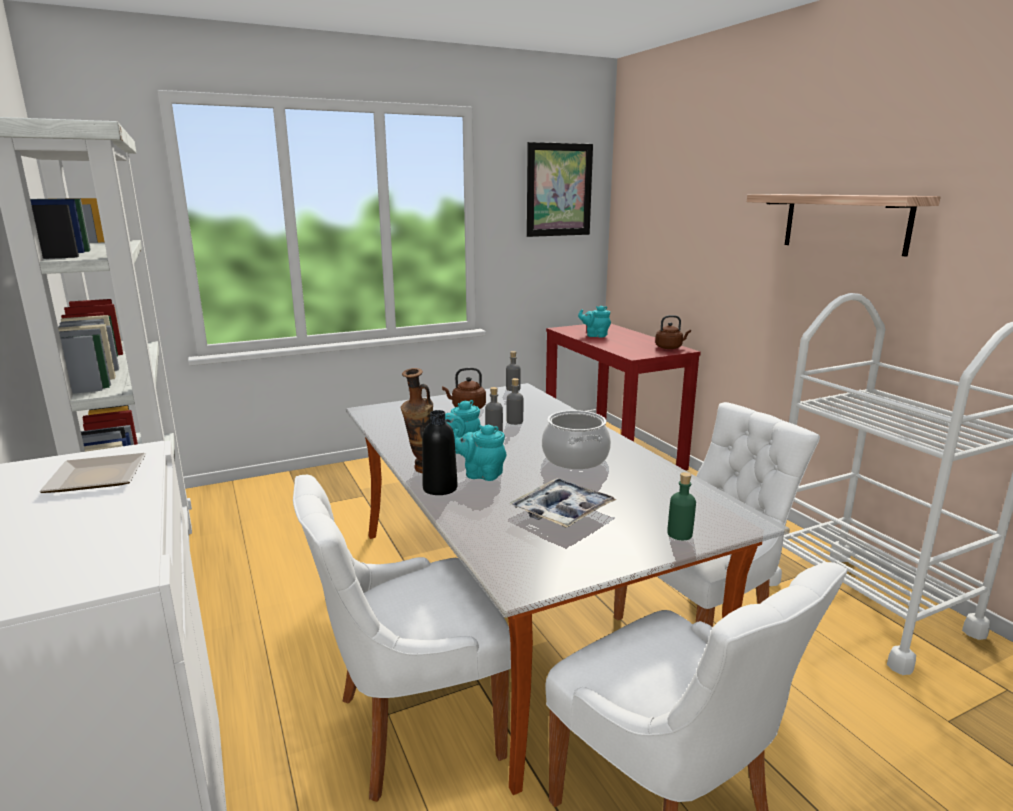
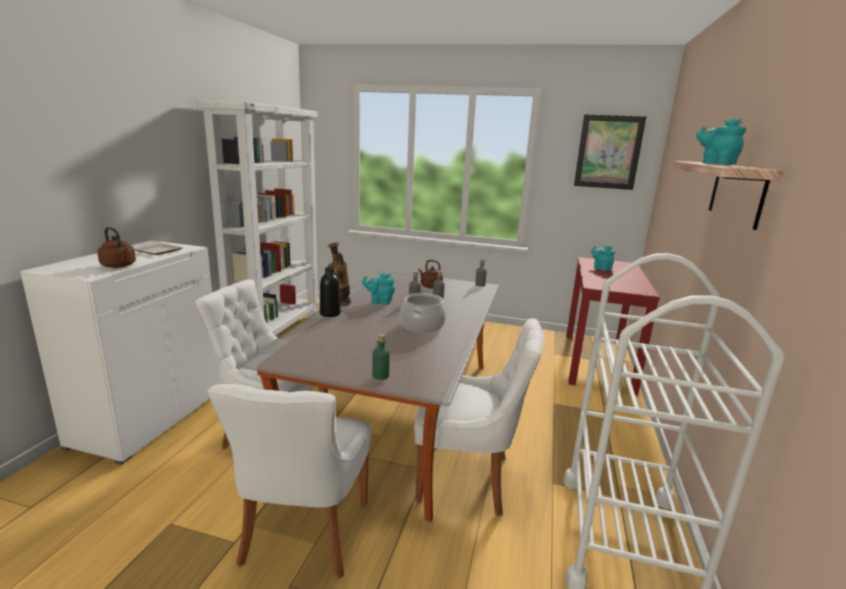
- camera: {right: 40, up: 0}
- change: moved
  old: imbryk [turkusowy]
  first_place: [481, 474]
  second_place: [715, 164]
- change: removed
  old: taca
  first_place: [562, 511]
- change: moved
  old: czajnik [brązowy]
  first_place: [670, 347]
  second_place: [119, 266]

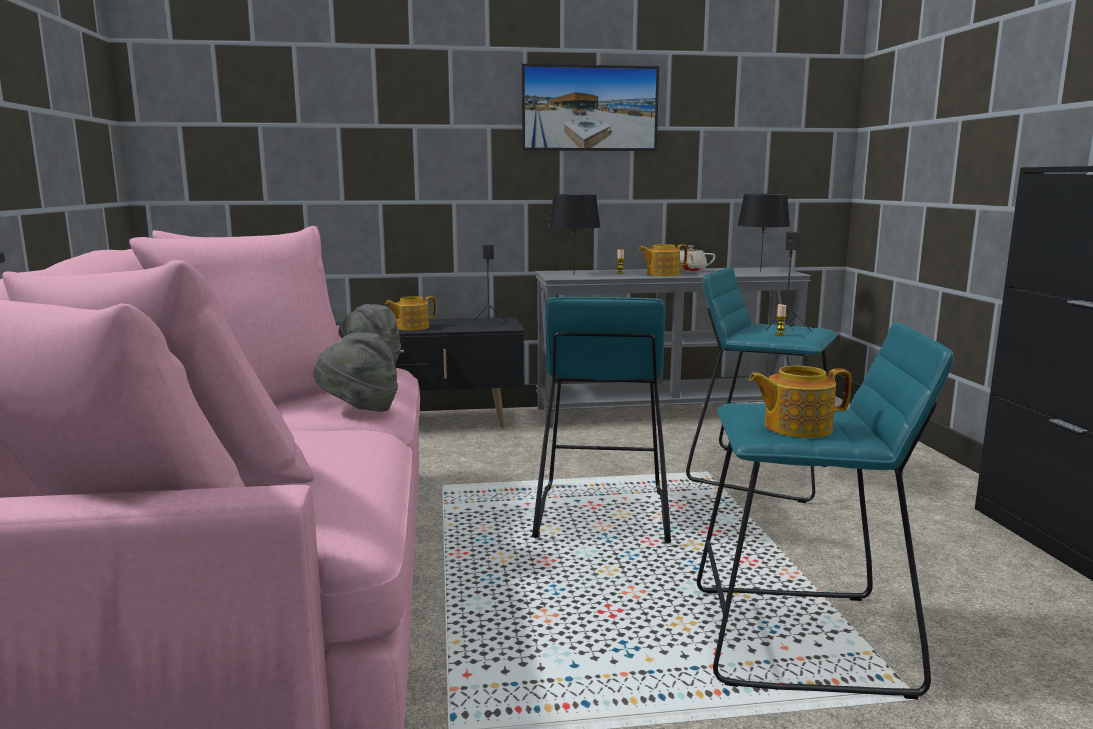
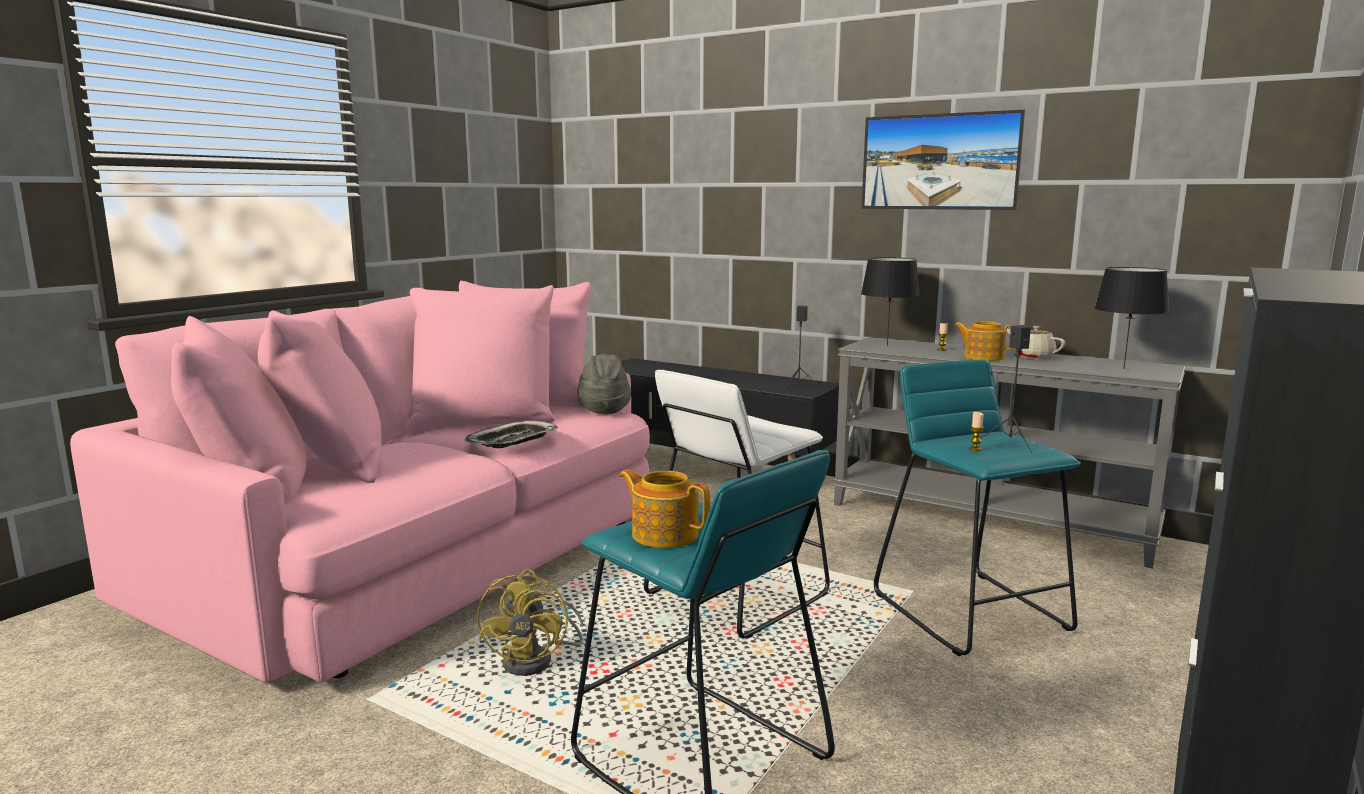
- camera: {right: 40, up: 0}
- change: replaced
  old: kapelusz [szary]
  new: taca
  first_place: [359, 409]
  second_place: [512, 441]
- change: removed
  old: imbryk
  first_place: [411, 327]
- change: recoloured
  old: stołek [turkusowy]
  new: stołek [biały]
  first_place: [600, 514]
  second_place: [736, 594]
- change: added
  new: wentylator [żółty]
  second_place: [537, 660]

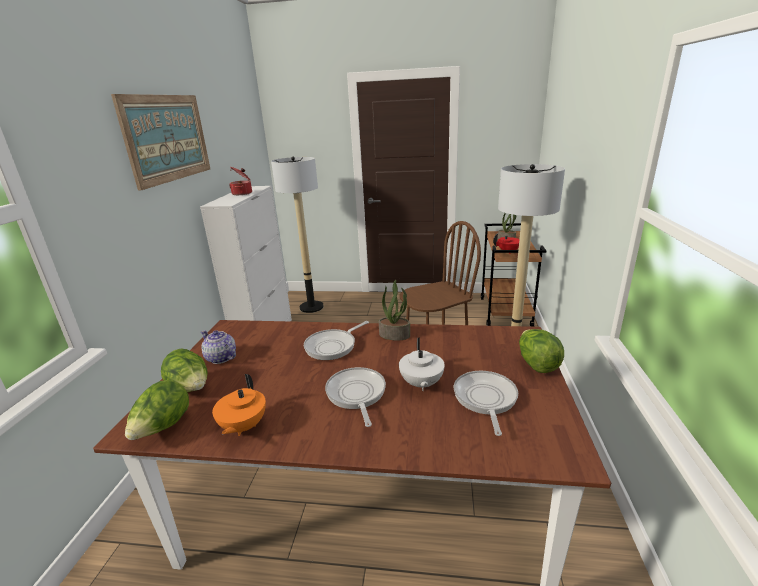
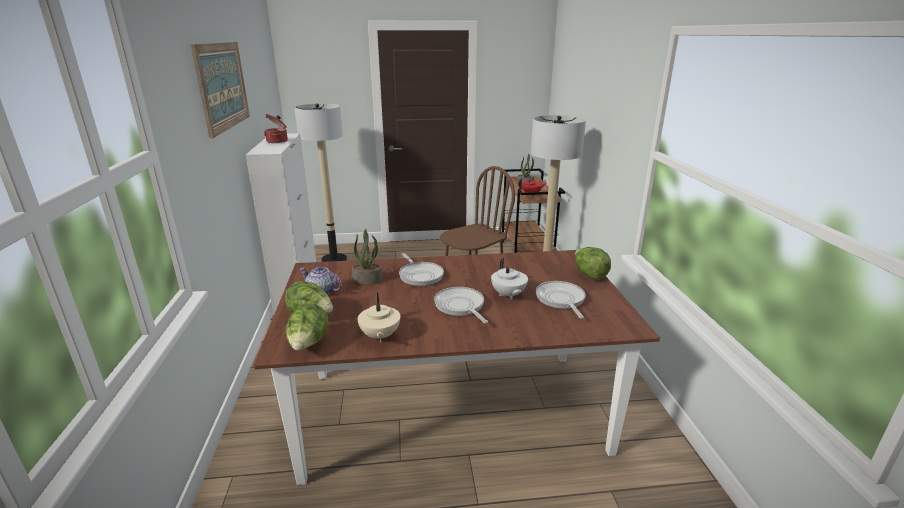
- camera: {right: -15, up: 0}
- change: recoloured
  old: imbryk [pomarańczowy]
  new: imbryk [beżowy]
  first_place: [243, 427]
  second_place: [379, 336]
- change: turned
  old: patelnia
  first_place: [333, 346]
  second_place: [420, 275]
  degrees: -60
- change: moved
  old: roślina doniczkowa
  first_place: [395, 335]
  second_place: [368, 280]

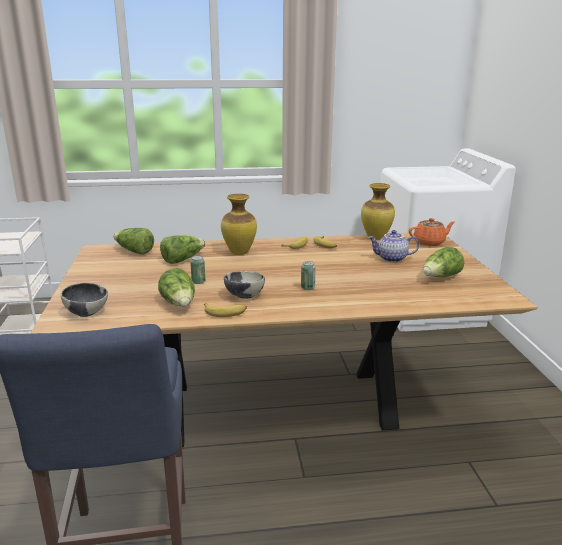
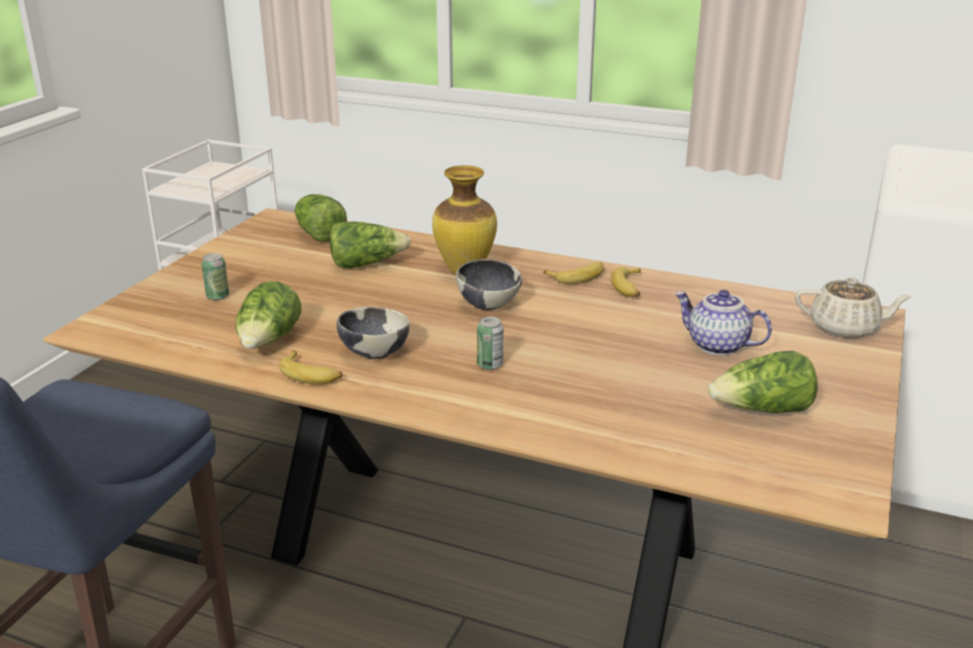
- camera: {right: 30, up: 5}
- change: moved
  old: miska
  first_place: [87, 312]
  second_place: [488, 305]
- change: moved
  old: puszka
  first_place: [198, 282]
  second_place: [218, 296]
- change: removed
  old: wazon
  first_place: [375, 238]
- change: recoloured
  old: imbryk [pomarańczowy]
  new: imbryk [beżowy]
  first_place: [430, 242]
  second_place: [845, 328]

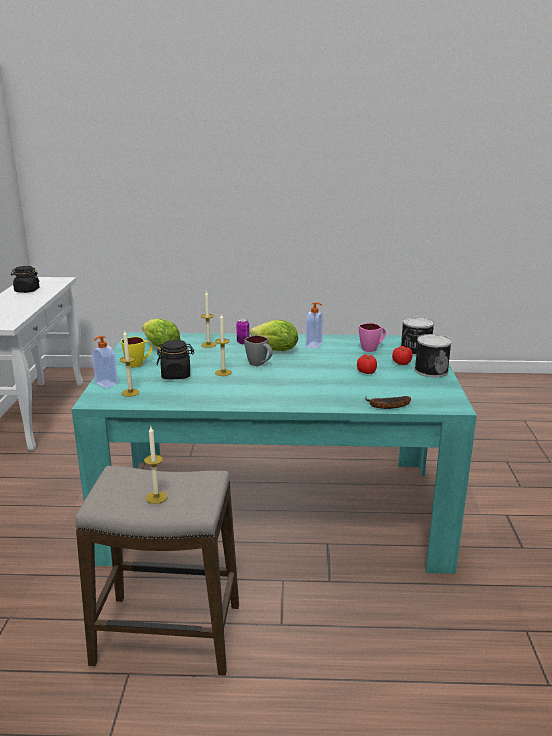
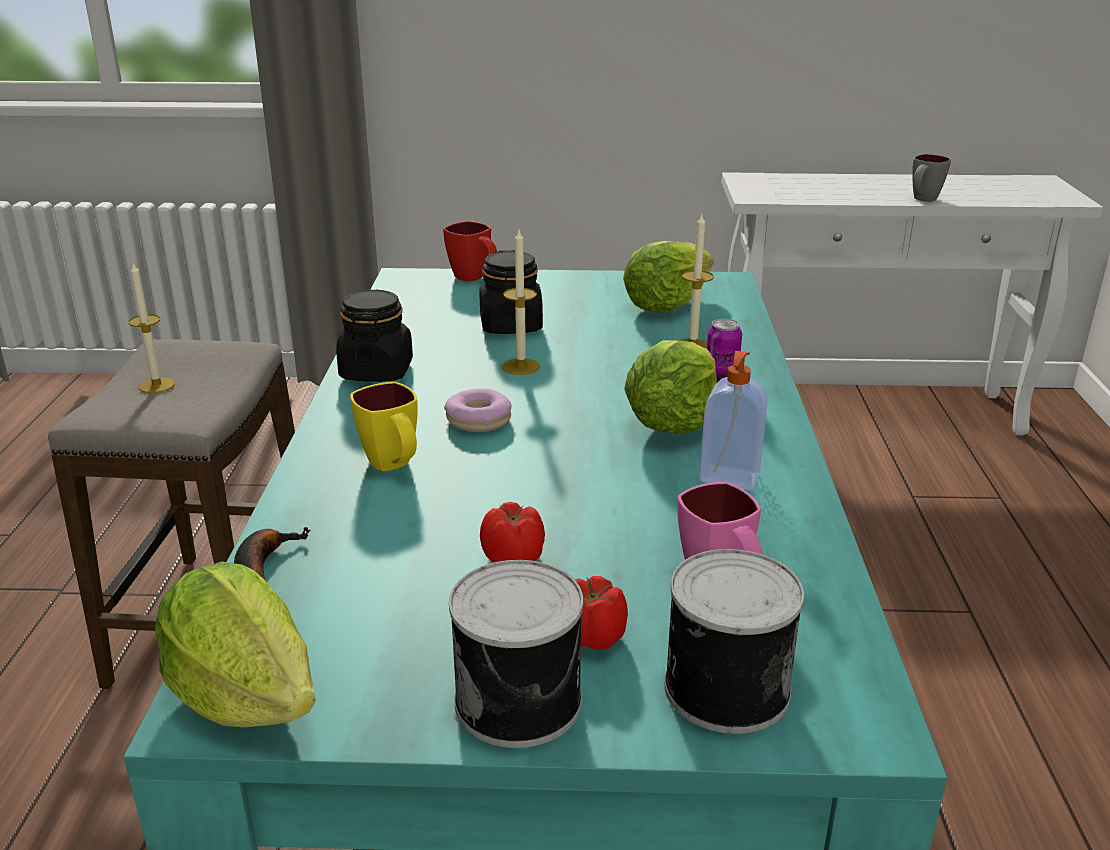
- camera: {right: 90, up: 5}
- change: moved
  old: słoik [czarny]
  first_place: [27, 290]
  second_place: [376, 371]
- change: replaced
  old: dozownik mydła
  new: kubek [czerwony]
  first_place: [106, 384]
  second_place: [474, 278]
- change: removed
  old: świeca
  first_place: [130, 392]
- change: moved
  old: kubek [żółty]
  first_place: [139, 364]
  second_place: [394, 466]
- change: moved
  old: kubek [szary]
  first_place: [259, 364]
  second_place: [922, 200]
- change: added
  new: sałata
  second_place: [245, 694]
- change: added
  new: donut
  second_place: [478, 420]

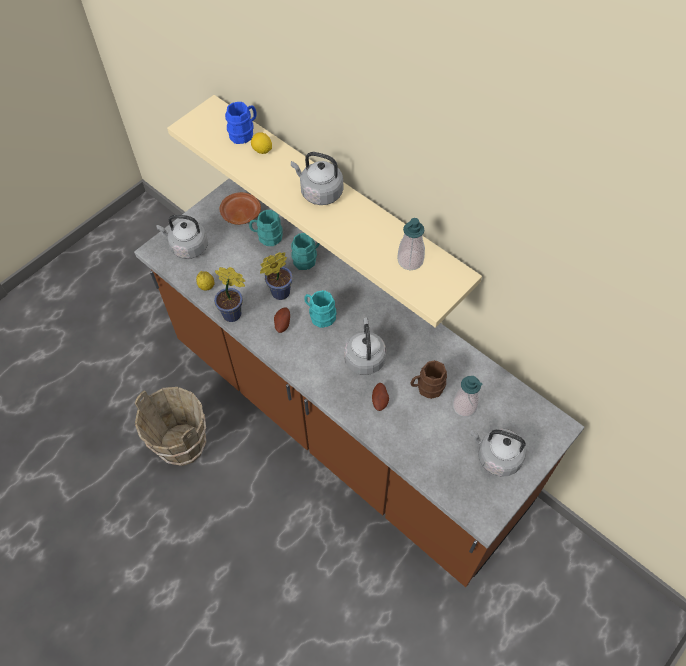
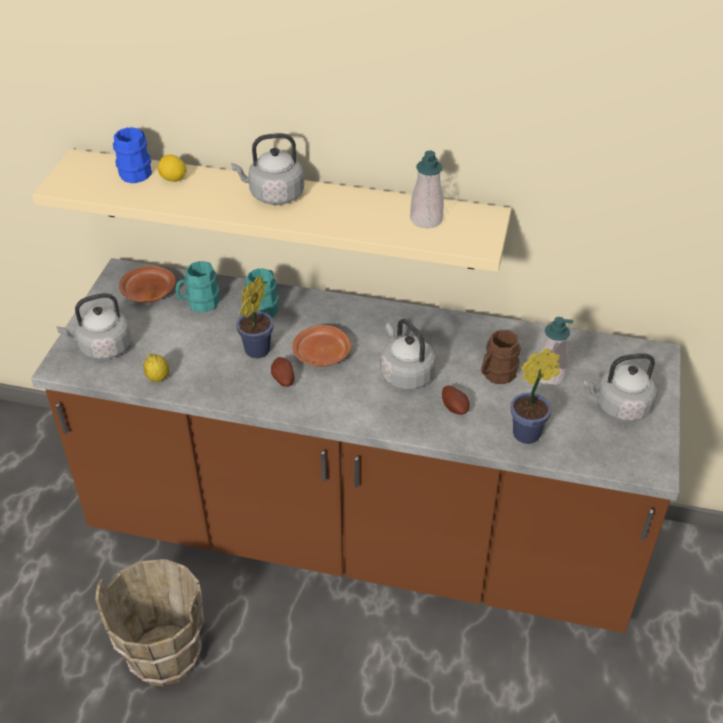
- camera: {right: -30, up: -15}
- change: moved
  old: roślina doniczkowa
  first_place: [234, 315]
  second_place: [530, 433]
- change: replaced
  old: kubek [turkusowy]
  new: talerz [brązowy]
  first_place: [319, 315]
  second_place: [321, 354]

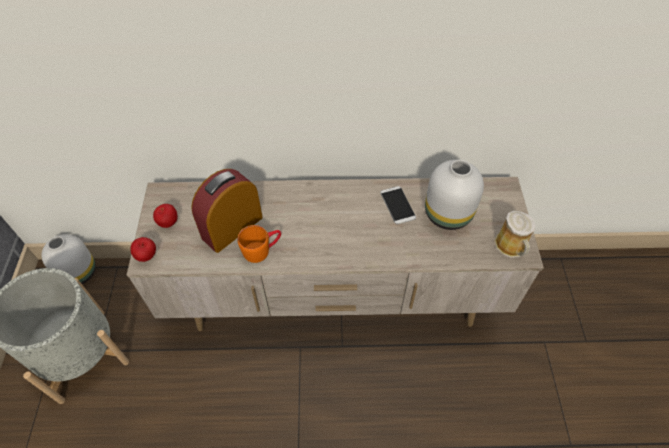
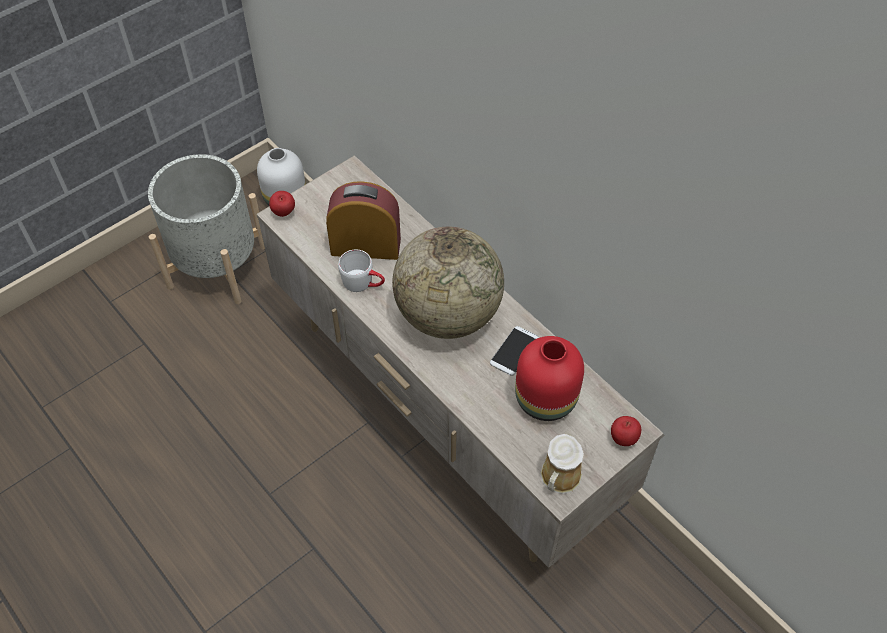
- camera: {right: 50, up: 0}
- change: moved
  old: jabłko
  first_place: [168, 223]
  second_place: [623, 439]
- change: recoloured
  old: kubek [pomarańczowy]
  new: kubek [biały]
  first_place: [262, 249]
  second_place: [364, 283]
- change: recoloured
  old: wazon [biały]
  new: wazon [czerwony]
  first_place: [447, 213]
  second_place: [546, 398]
- change: added
  new: globus
  second_place: [447, 315]

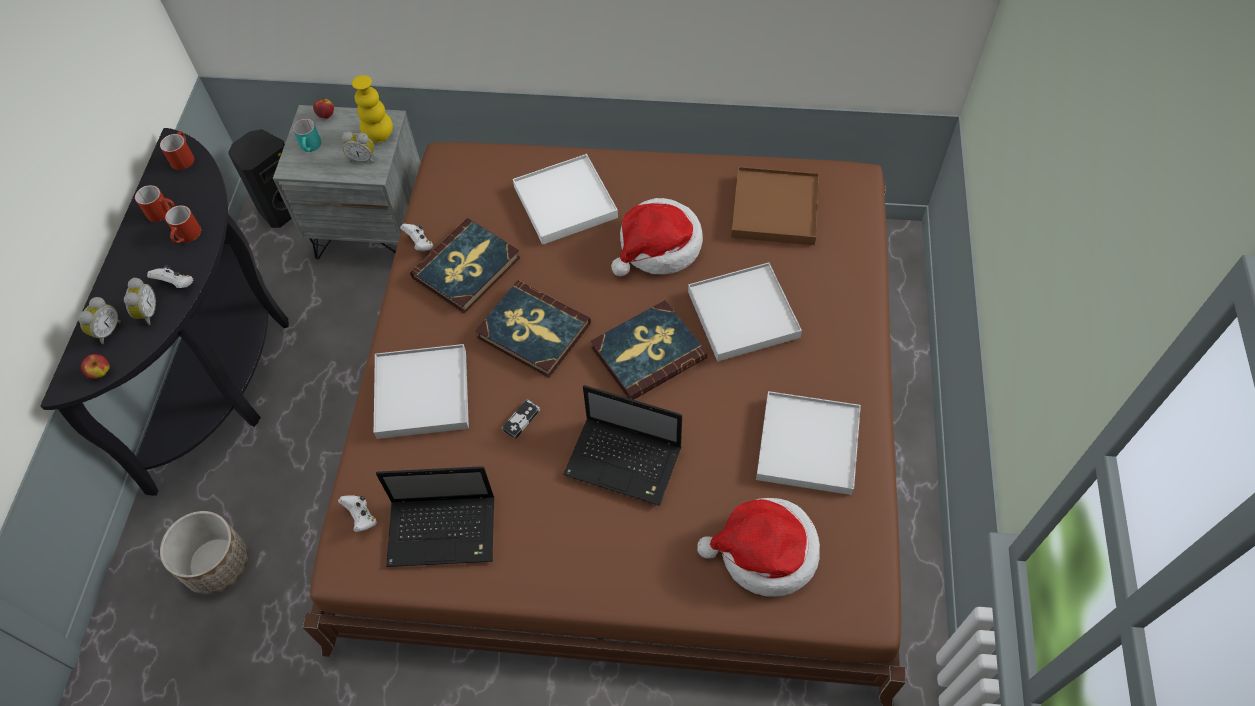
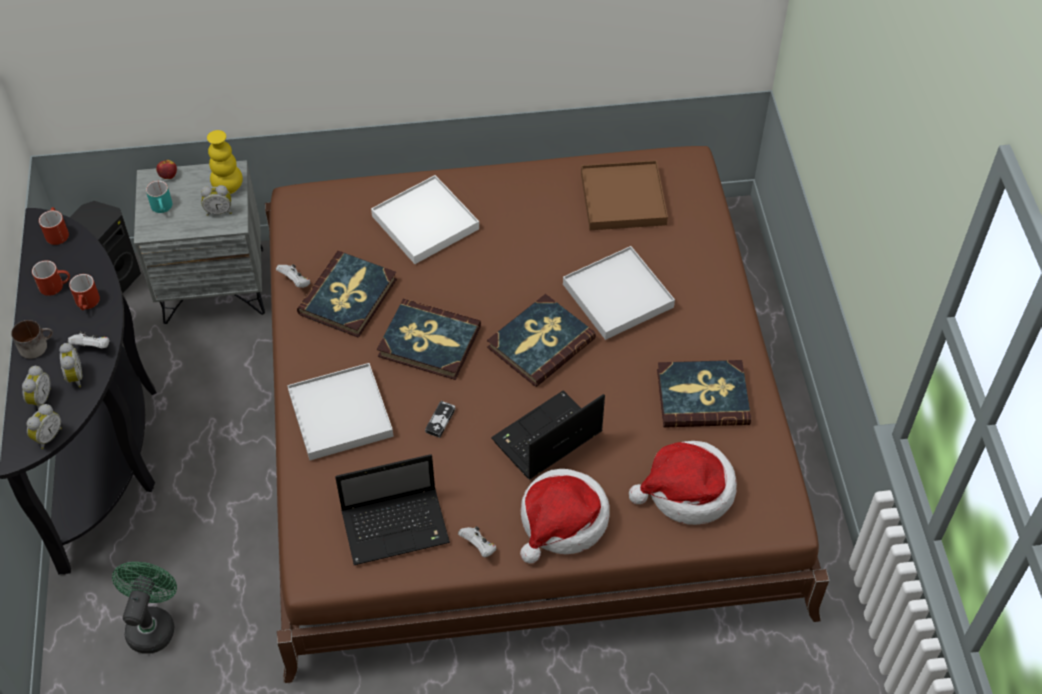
- camera: {right: -15, up: -5}
- change: replaced
  old: jabłko
  new: budzik
  first_place: [100, 373]
  second_place: [47, 436]
- change: replaced
  old: donica
  new: wentylator [zielony]
  first_place: [216, 564]
  second_place: [152, 624]
- change: moved
  old: pad do gier [biały]
  first_place: [361, 517]
  second_place: [478, 547]
- change: turned
  old: laptop
  first_place: [625, 462]
  second_place: [546, 439]
  degrees: 135
- change: moved
  old: kapelusz
  first_place: [658, 247]
  second_place: [562, 521]
- change: replaced
  old: taca [biały]
  new: książka
  first_place: [807, 445]
  second_place: [702, 396]
- change: added
  new: kubek
  second_place: [36, 345]

